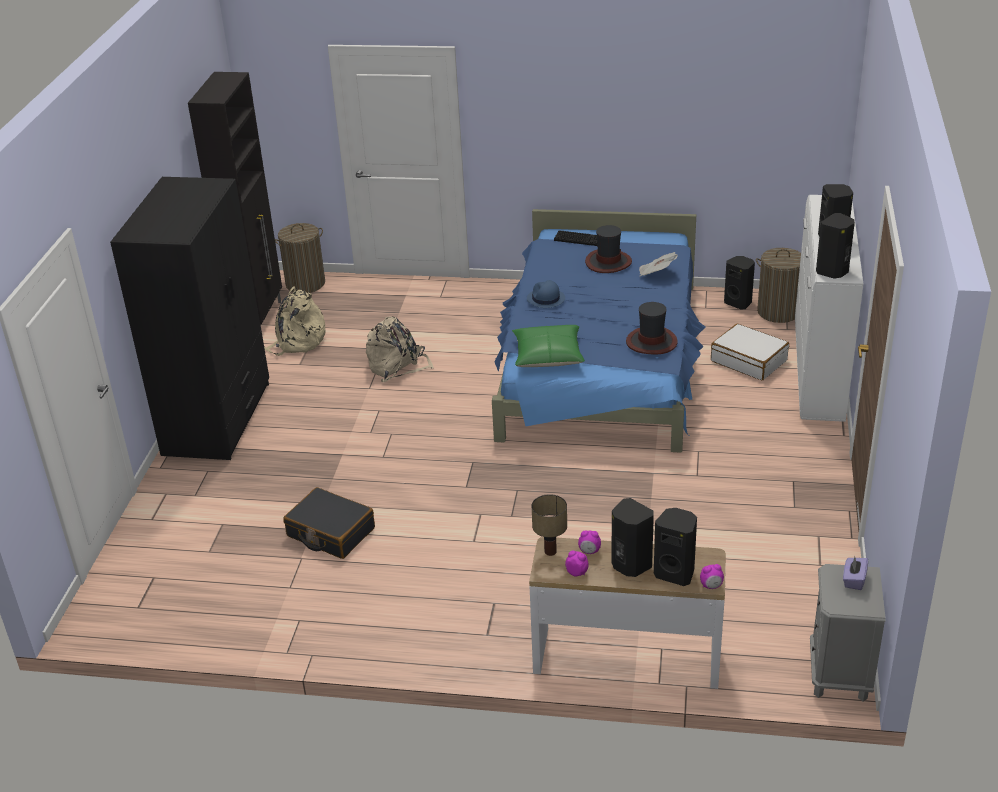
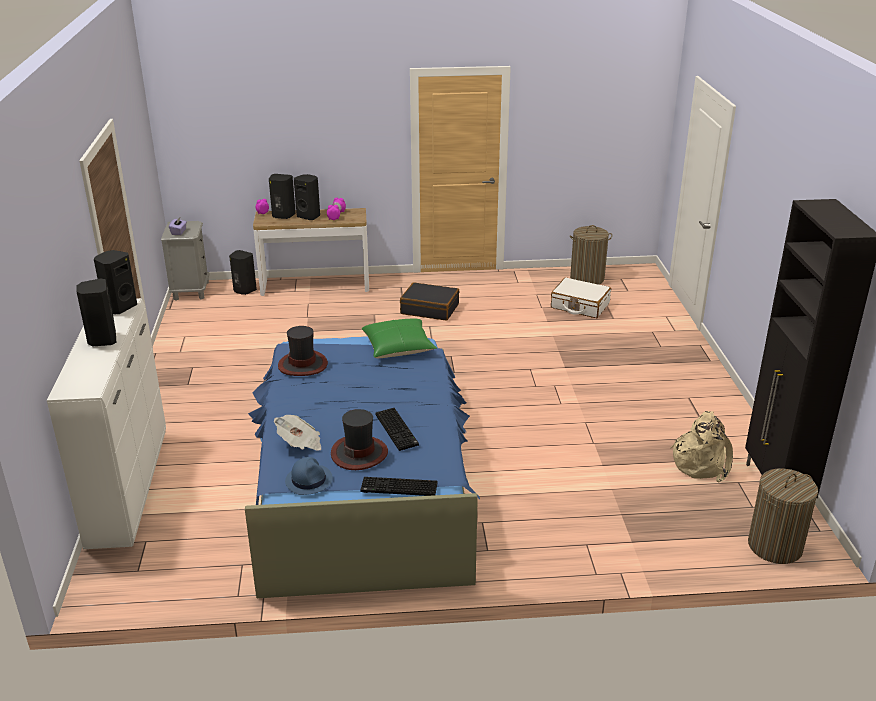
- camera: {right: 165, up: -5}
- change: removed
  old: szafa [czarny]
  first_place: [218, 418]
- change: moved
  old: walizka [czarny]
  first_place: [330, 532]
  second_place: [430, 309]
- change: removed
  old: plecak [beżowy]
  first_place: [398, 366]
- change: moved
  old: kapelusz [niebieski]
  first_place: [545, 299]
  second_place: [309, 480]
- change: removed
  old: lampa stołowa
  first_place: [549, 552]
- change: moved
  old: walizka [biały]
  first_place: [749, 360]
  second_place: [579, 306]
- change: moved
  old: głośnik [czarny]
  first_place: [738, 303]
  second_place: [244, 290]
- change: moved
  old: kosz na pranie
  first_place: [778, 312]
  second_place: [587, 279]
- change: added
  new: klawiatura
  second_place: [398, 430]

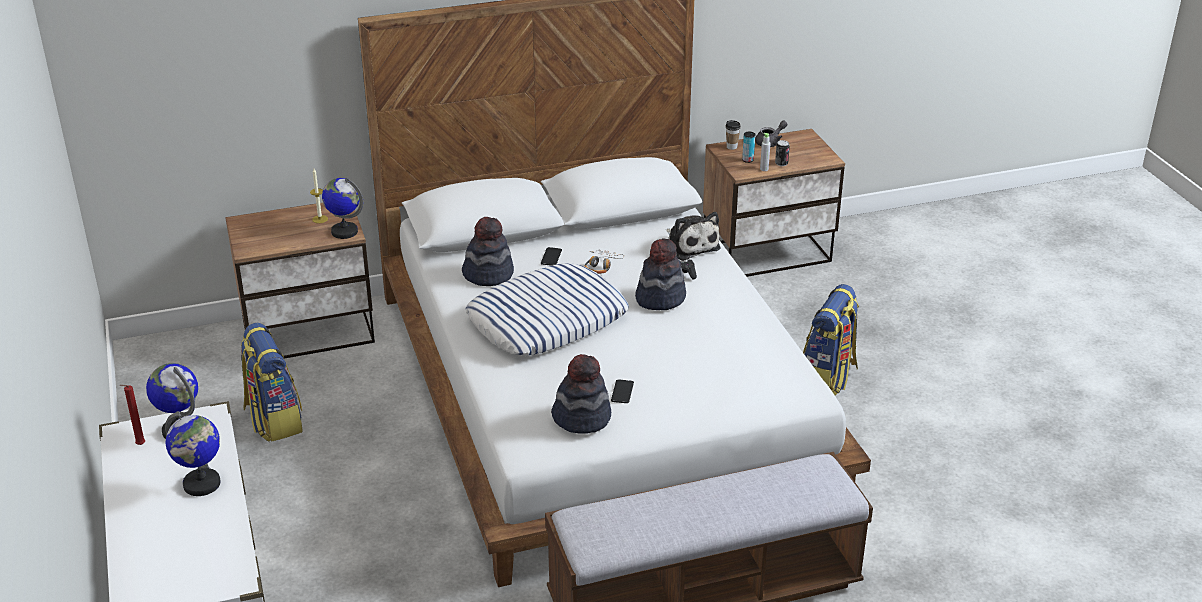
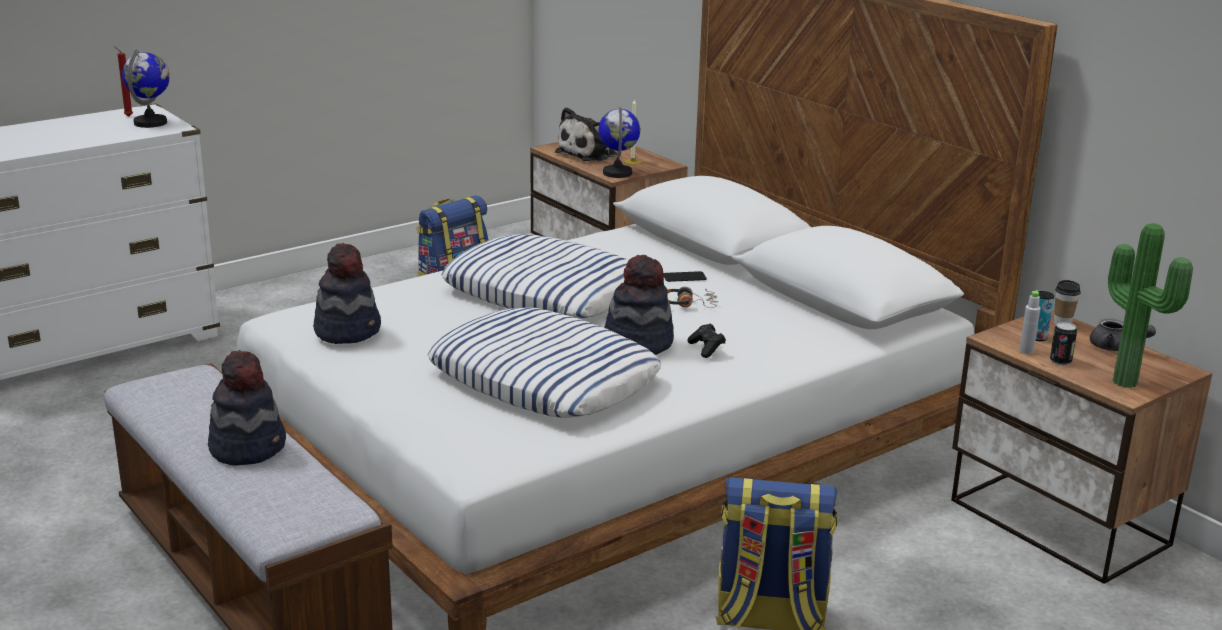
- camera: {right: 70, up: -10}
- change: removed
  old: globus
  first_place: [202, 484]
- change: moved
  old: kapelusz
  first_place: [488, 274]
  second_place: [248, 447]
- change: removed
  old: telefon
  first_place: [622, 392]
- change: moved
  old: pluszak
  first_place: [689, 245]
  second_place: [589, 154]
- change: added
  new: poduszka
  second_place: [544, 378]
- change: added
  new: roślina doniczkowa
  second_place: [1128, 381]

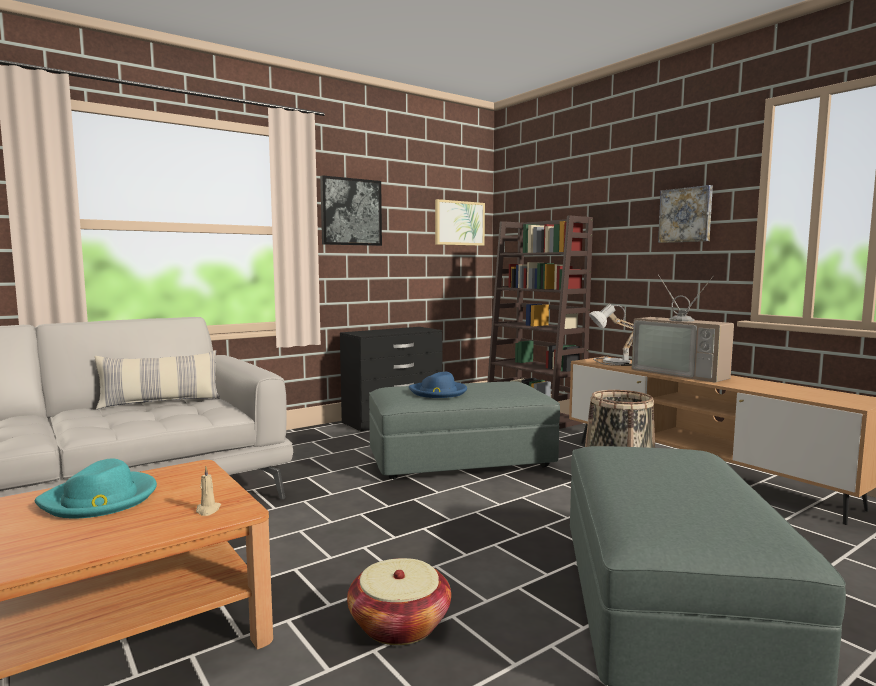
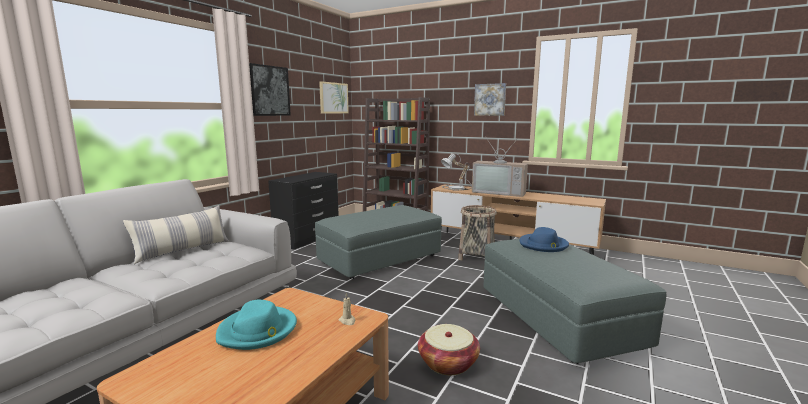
- camera: {right: -25, up: 5}
- change: moved
  old: kapelusz [niebieski]
  first_place: [438, 392]
  second_place: [543, 245]

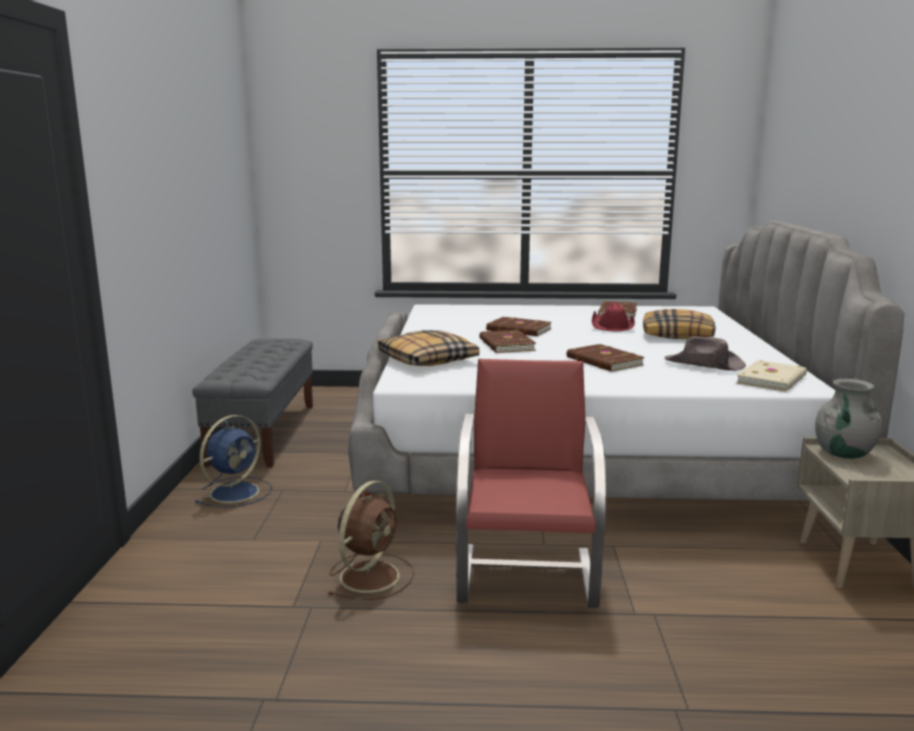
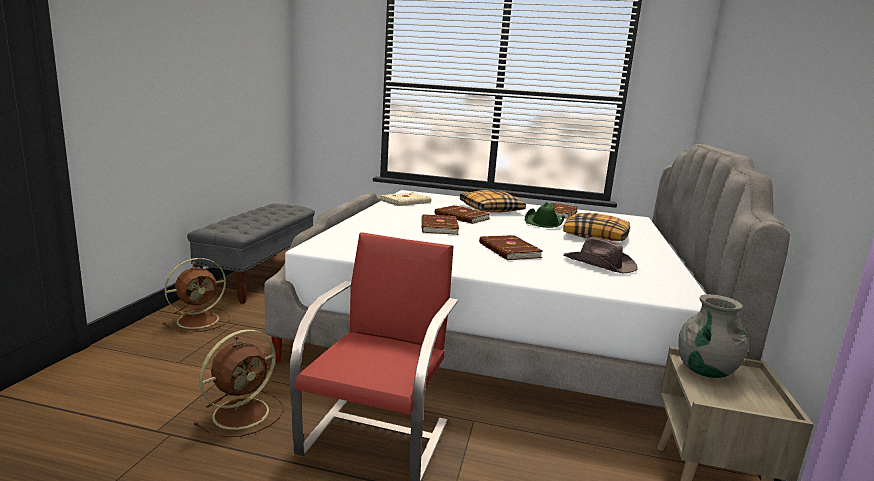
- camera: {right: 10, up: 0}
- change: recoloured
  old: wentylator [niebieski]
  new: wentylator [brązowy]
  first_place: [236, 492]
  second_place: [200, 320]
- change: moved
  old: poduszka
  first_place: [427, 360]
  second_place: [490, 209]
- change: recoloured
  old: kapelusz [czerwony]
  new: kapelusz [zielony]
  first_place: [612, 326]
  second_place: [544, 222]
- change: moved
  old: książka [beżowy]
  first_place: [773, 380]
  second_place: [406, 202]

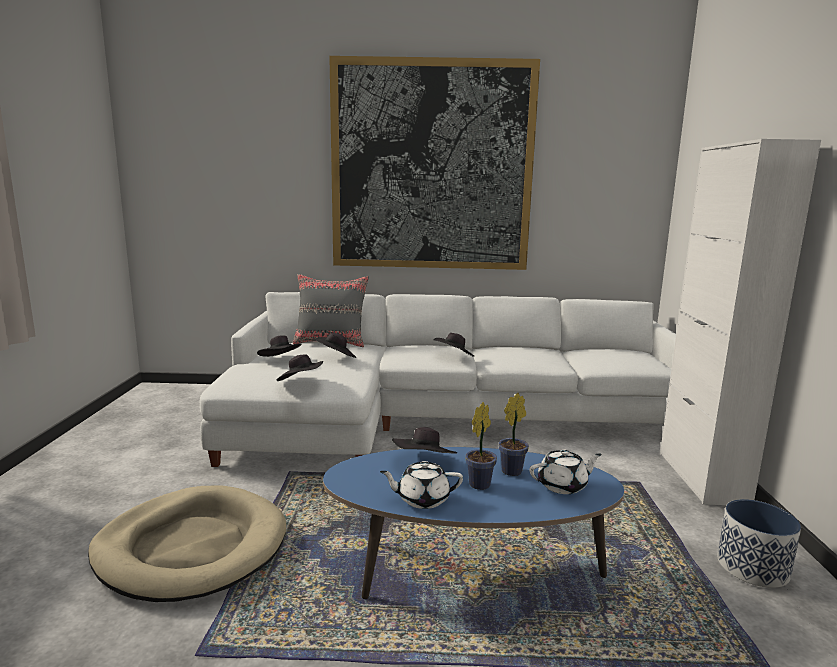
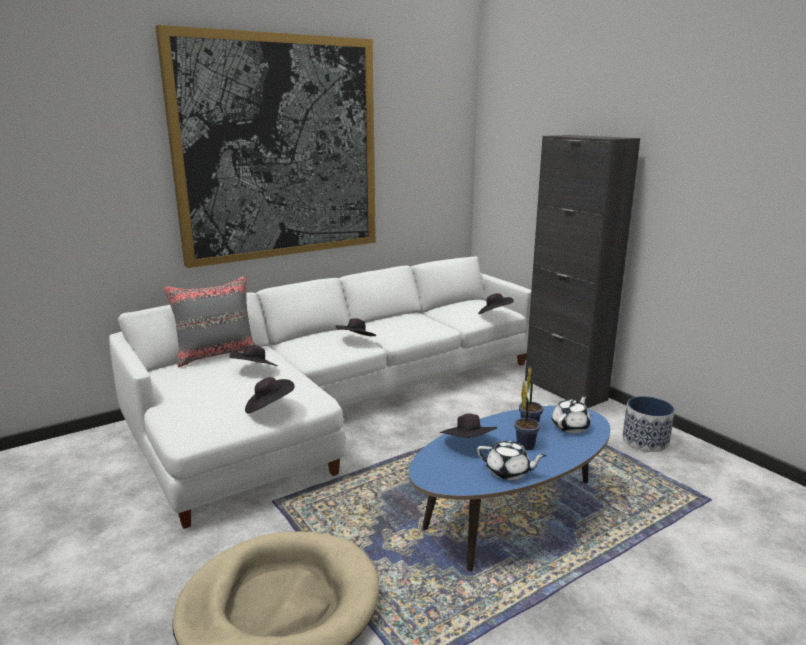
- camera: {right: -35, up: 5}
- change: moved
  old: kapelusz [czarny]
  first_place: [280, 360]
  second_place: [494, 314]
- change: turned
  old: imbryk [biały]
  first_place: [422, 499]
  second_place: [508, 472]
  degrees: -120
- change: recoloured
  old: szafka [biały]
  new: szafka [czarny]
  first_place: [702, 477]
  second_place: [565, 390]

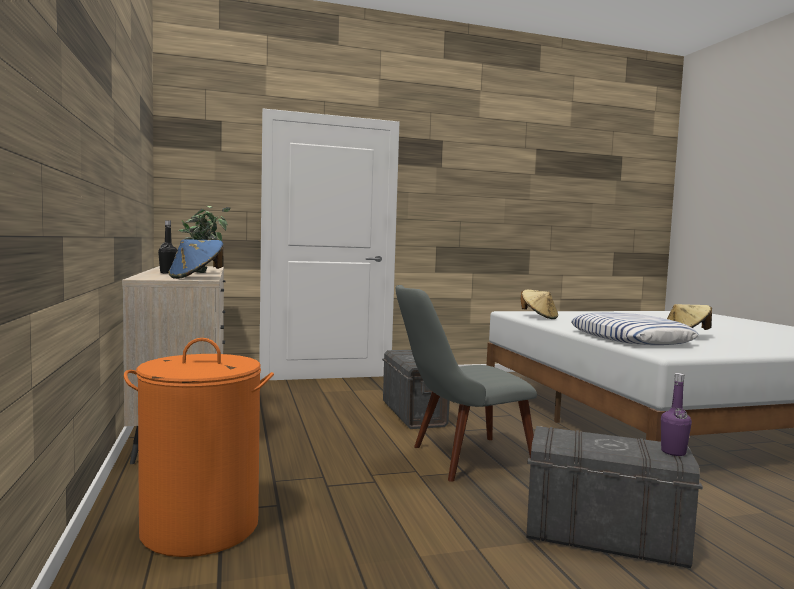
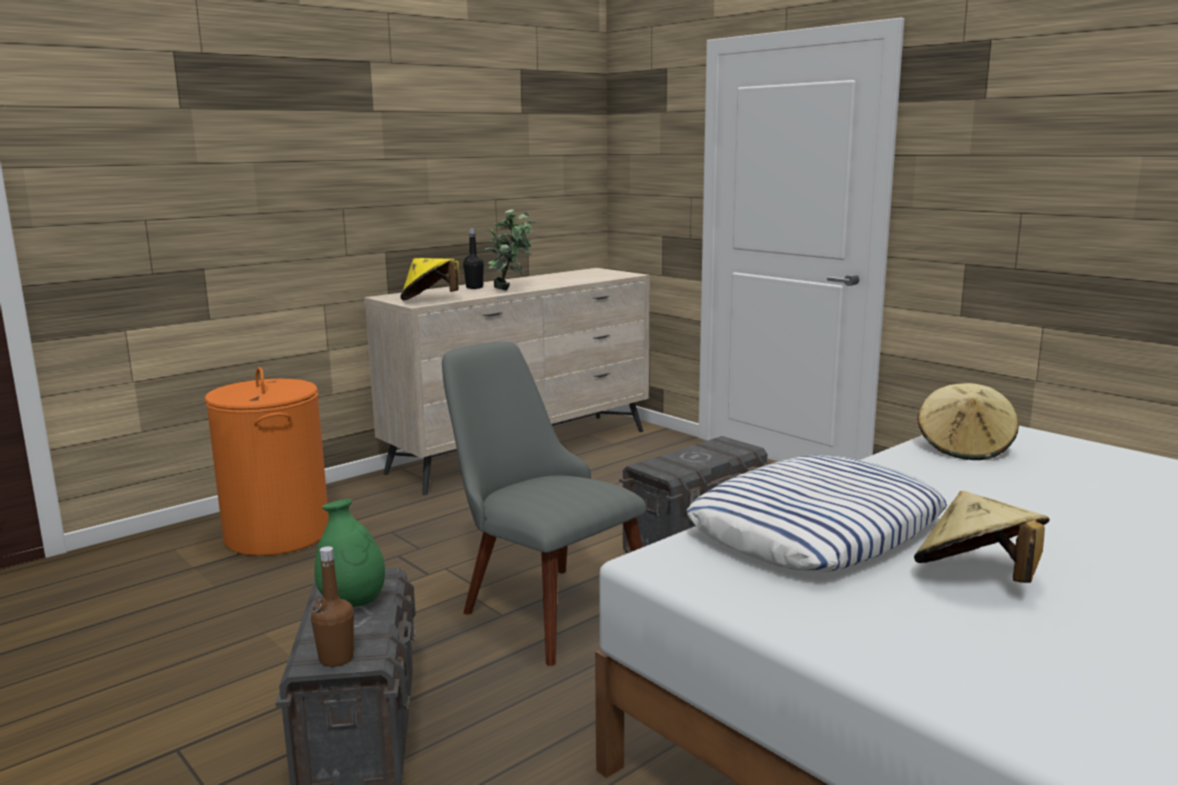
- camera: {right: 65, up: 10}
- change: recoloured
  old: kapelusz [niebieski]
  new: kapelusz [żółty]
  first_place: [196, 278]
  second_place: [430, 300]
- change: recoloured
  old: butelka [fioletowy]
  new: butelka [brązowy]
  first_place: [673, 452]
  second_place: [336, 658]
- change: added
  new: wazon [zielony]
  second_place: [352, 603]

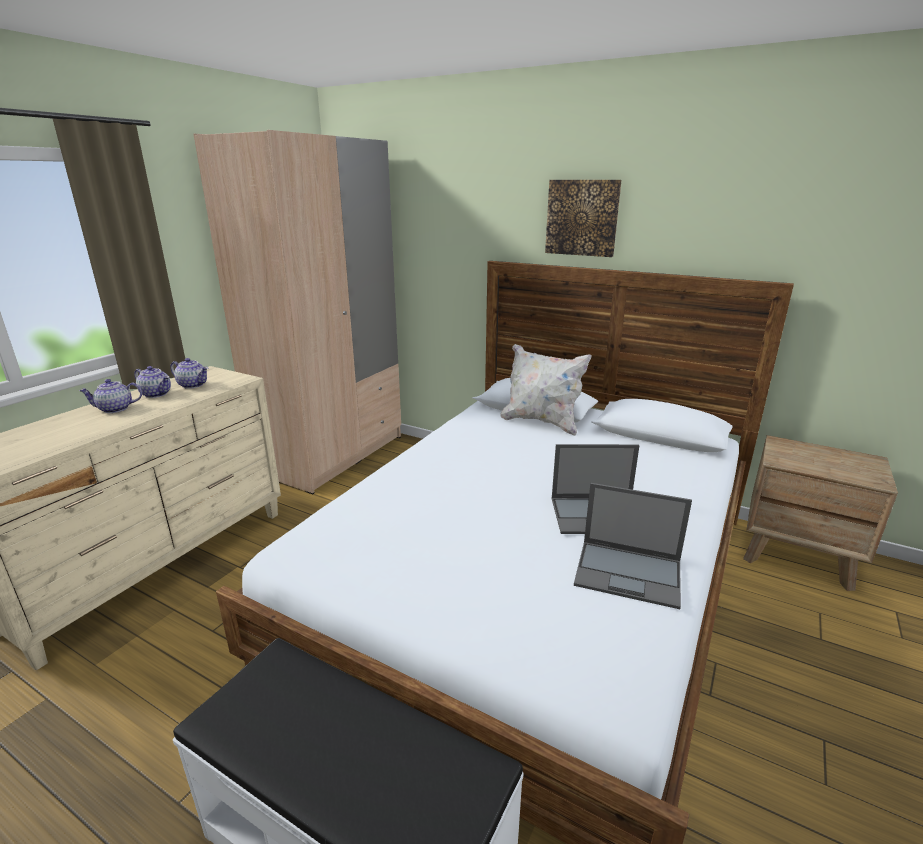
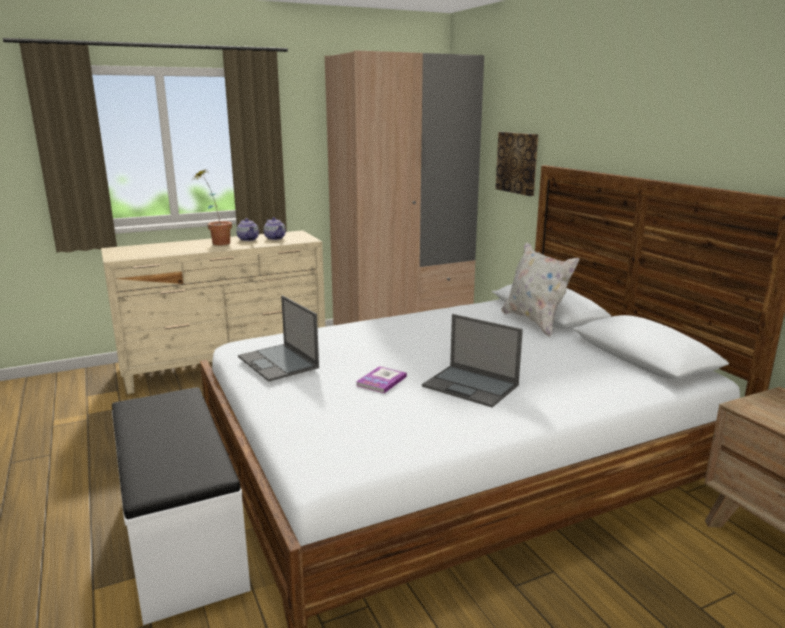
- camera: {right: 35, up: -5}
- change: replaced
  old: imbryk
  new: roślina doniczkowa
  first_place: [115, 409]
  second_place: [216, 242]
- change: moved
  old: obraz
  first_place: [582, 218]
  second_place: [517, 163]
- change: moved
  old: laptop
  first_place: [629, 573]
  second_place: [278, 362]
- change: added
  new: książka
  second_place: [381, 381]

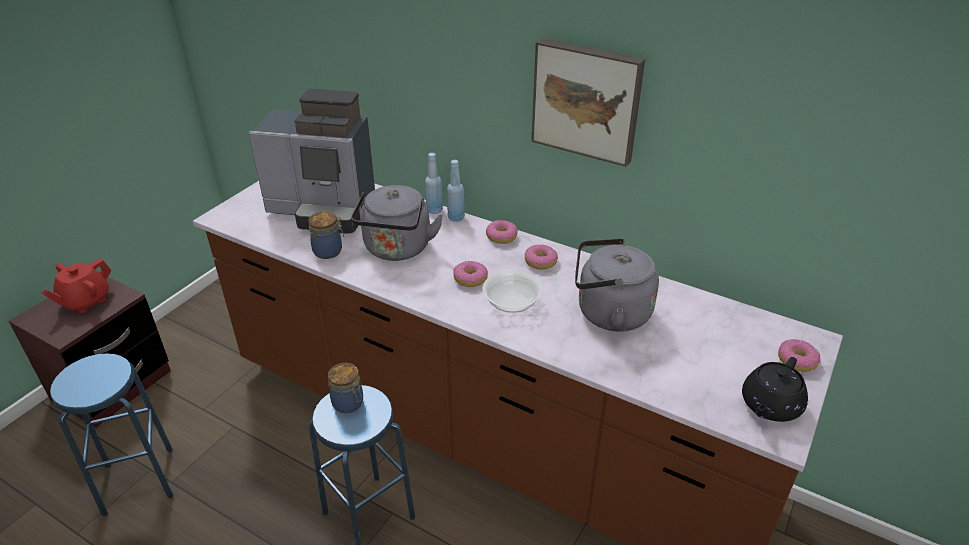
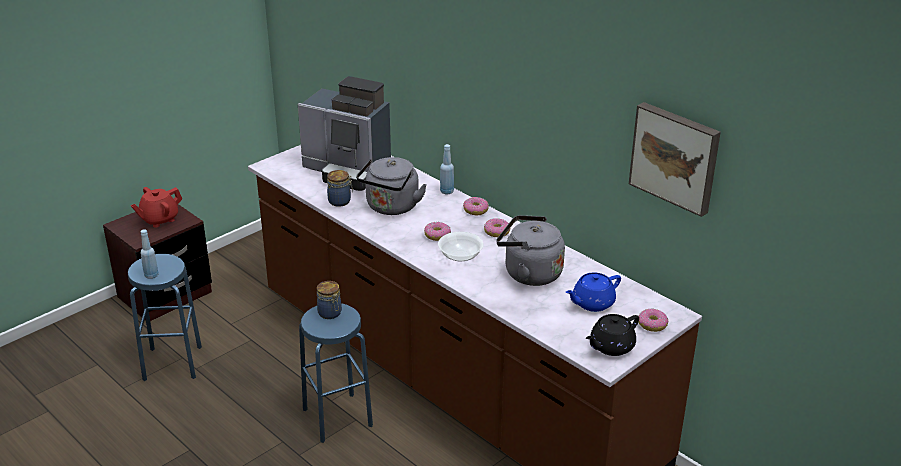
- camera: {right: 15, up: -5}
- change: moved
  old: butelka [niebieski]
  first_place: [434, 210]
  second_place: [151, 275]
- change: moved
  old: obraz
  first_place: [587, 100]
  second_place: [675, 157]
- change: added
  new: imbryk [niebieski]
  second_place: [592, 303]

